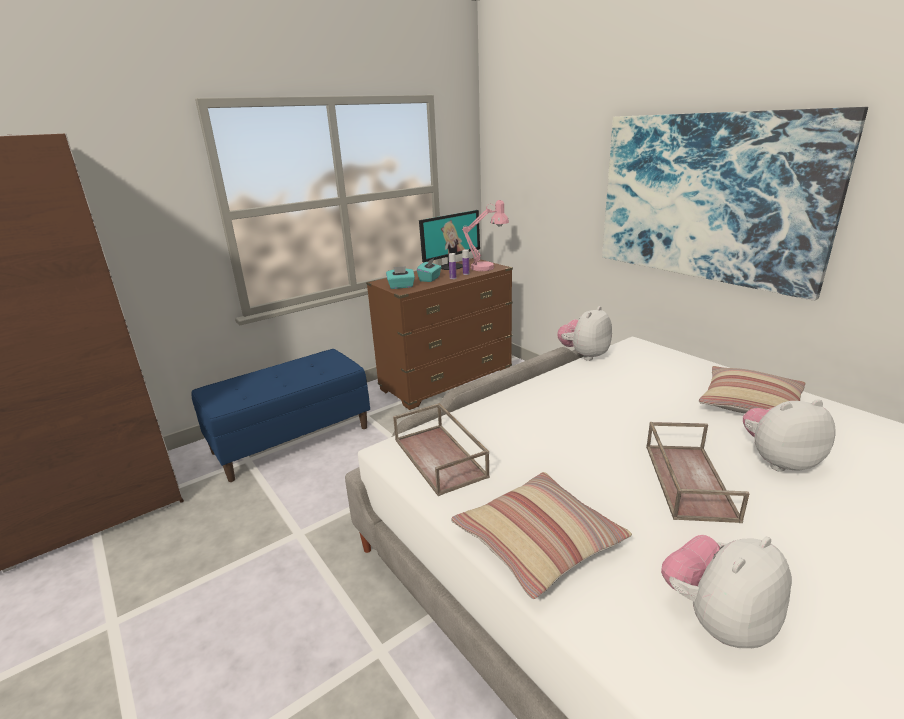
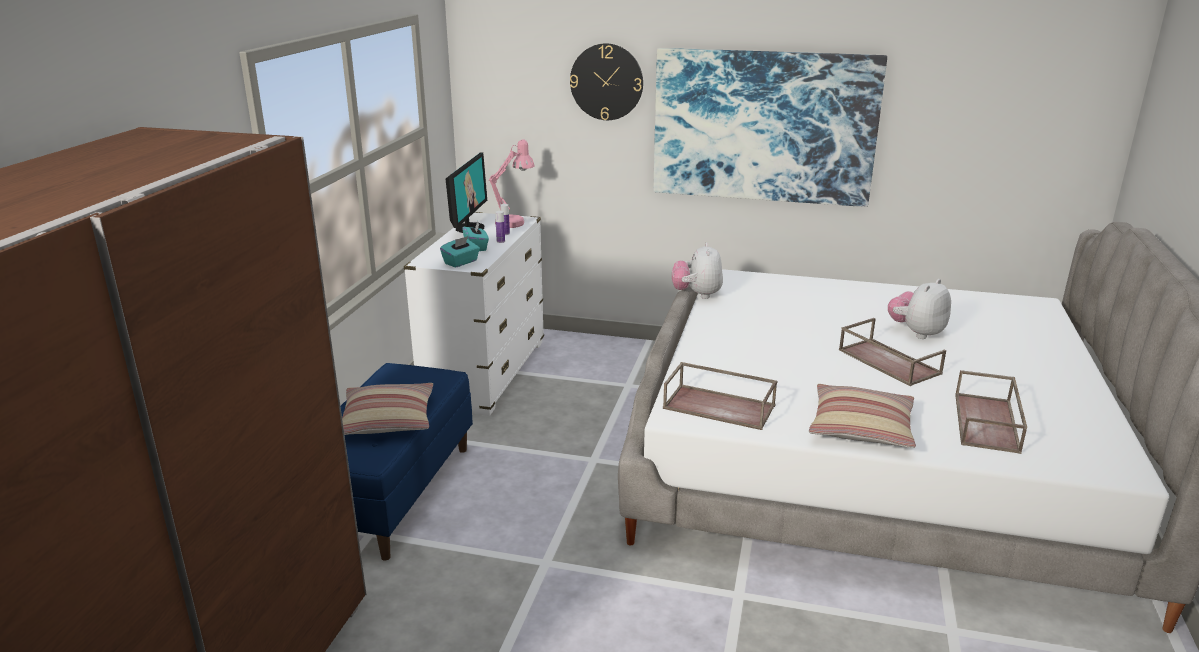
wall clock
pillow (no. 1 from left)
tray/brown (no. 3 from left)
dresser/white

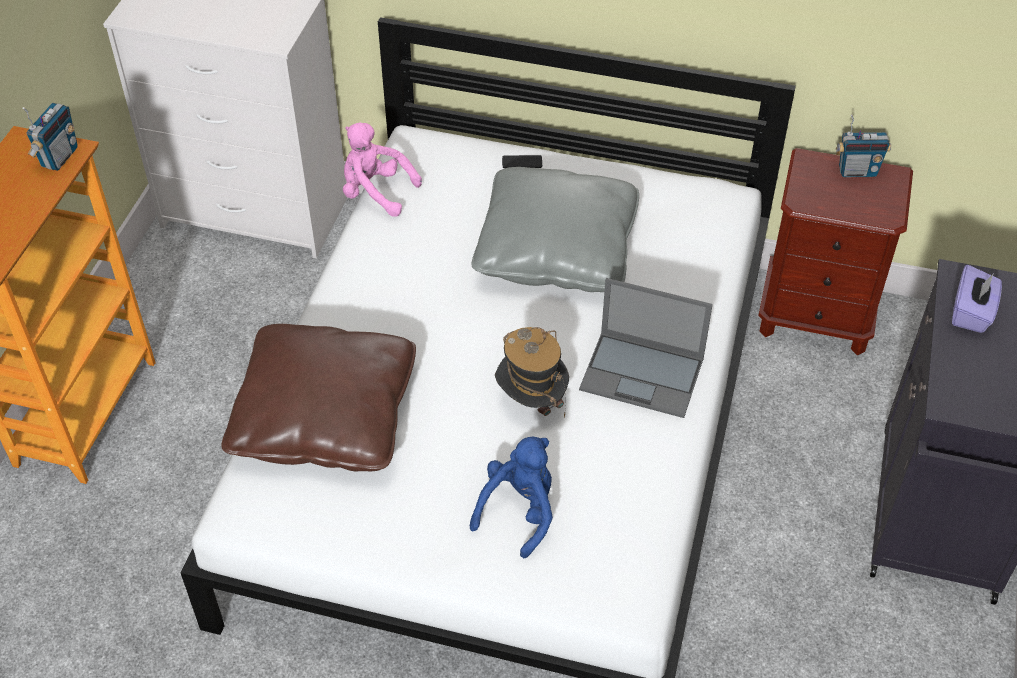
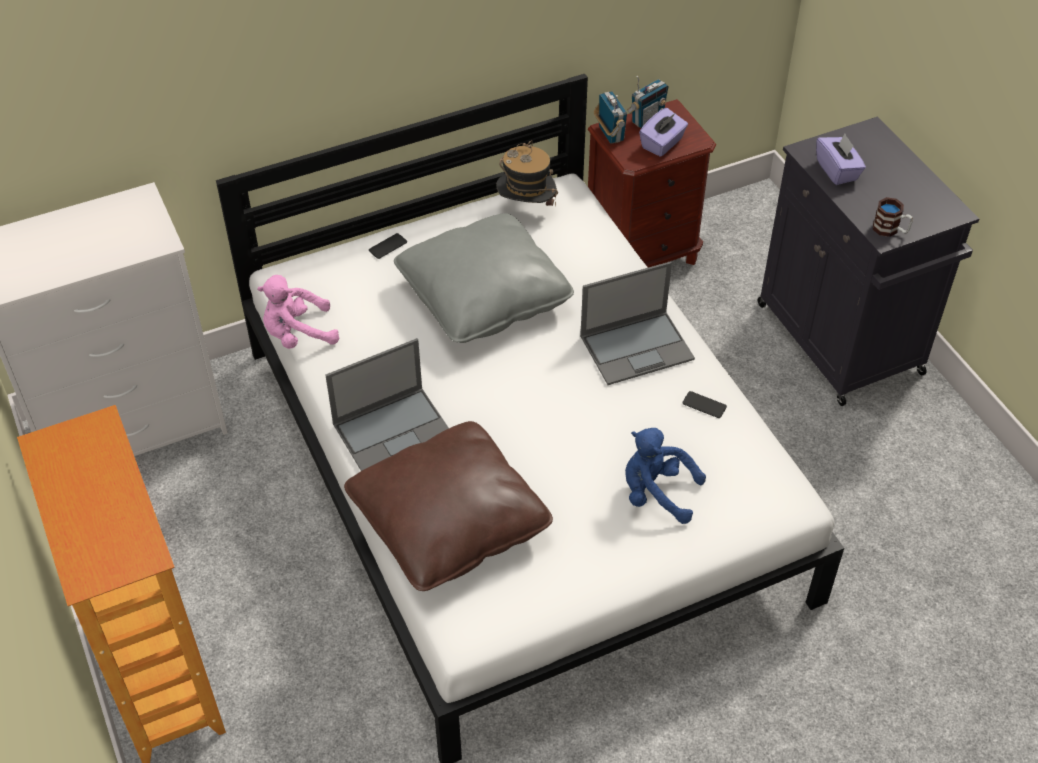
laptop (no. 1 from left)
tissue box/purple (no. 1 from left)
phone (no. 2 from left)
mug
radio (no. 1 from left)
hat
plush toy/blue

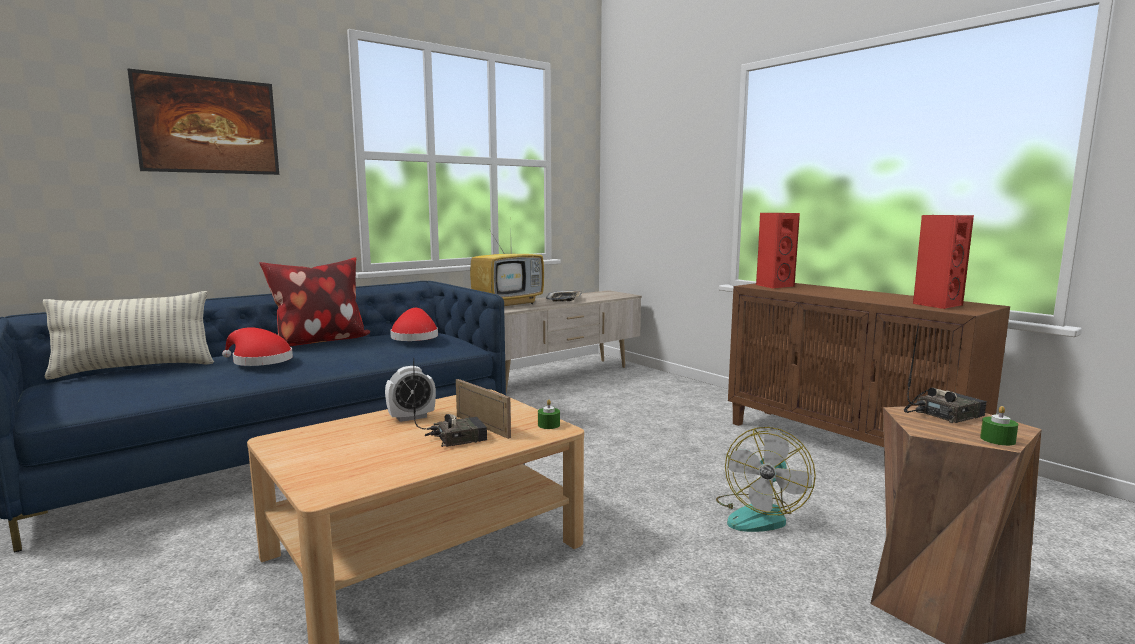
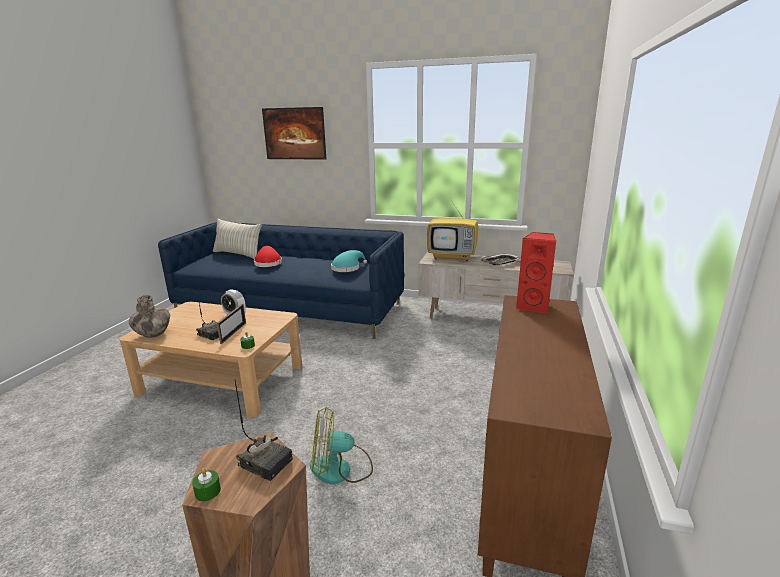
pillow (no. 2 from left in the first image)
speaker/red (no. 2 from left in the first image)
vase
hat/turquoise

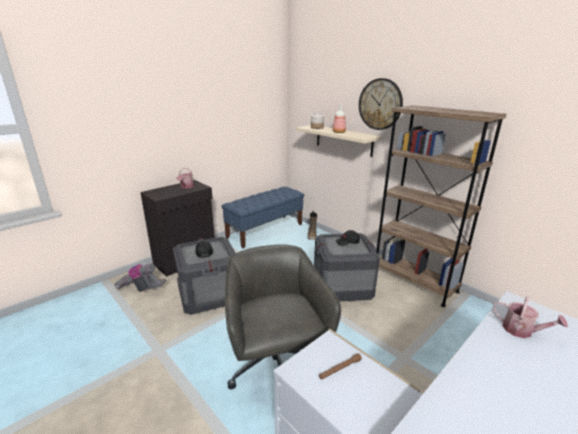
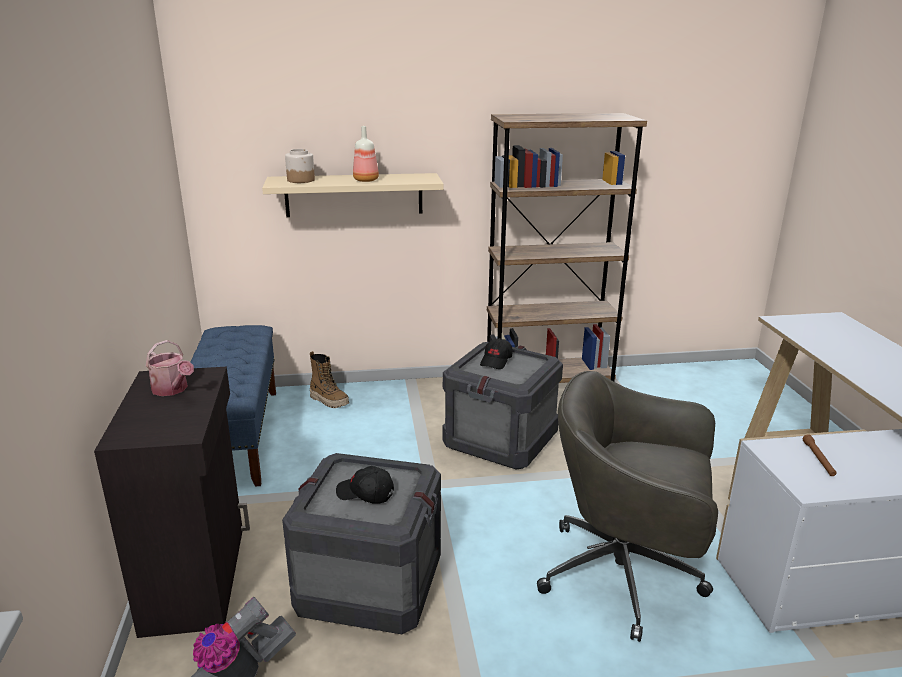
wall clock
watering can (no. 2 from left in the first image)

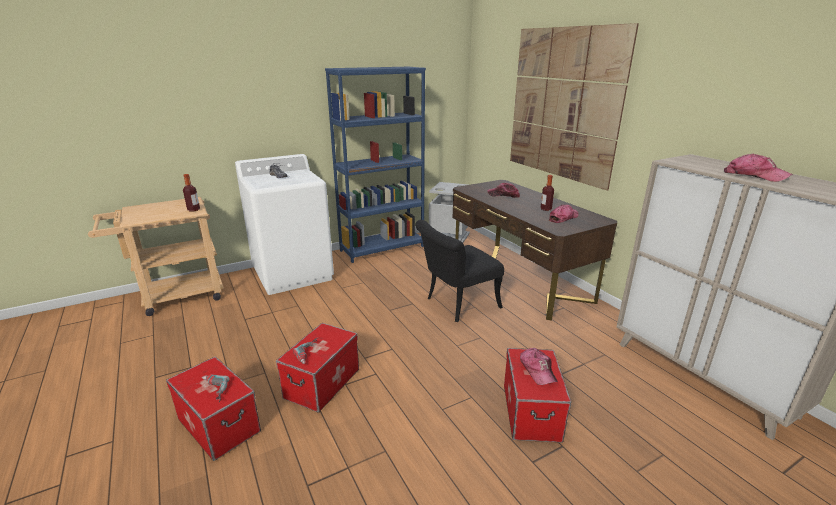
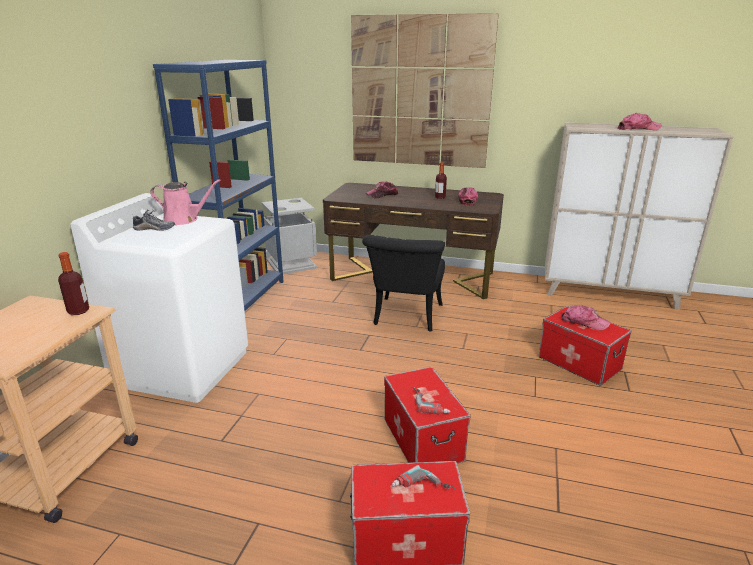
watering can/pink

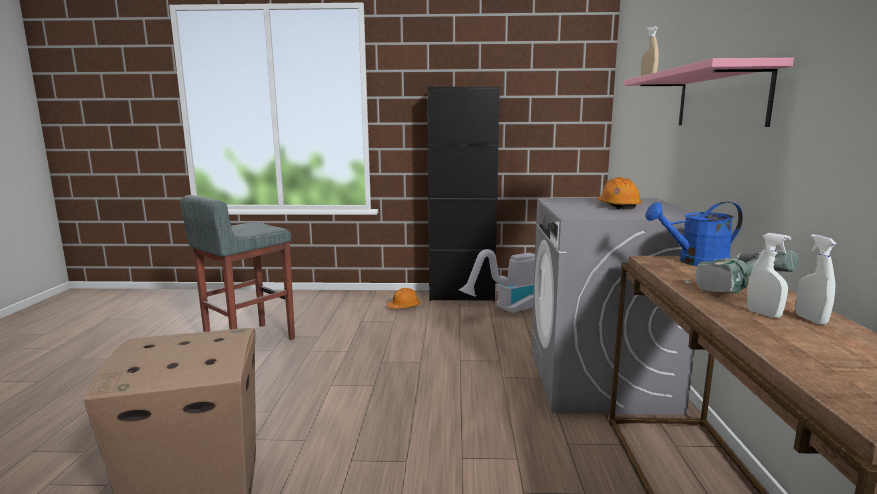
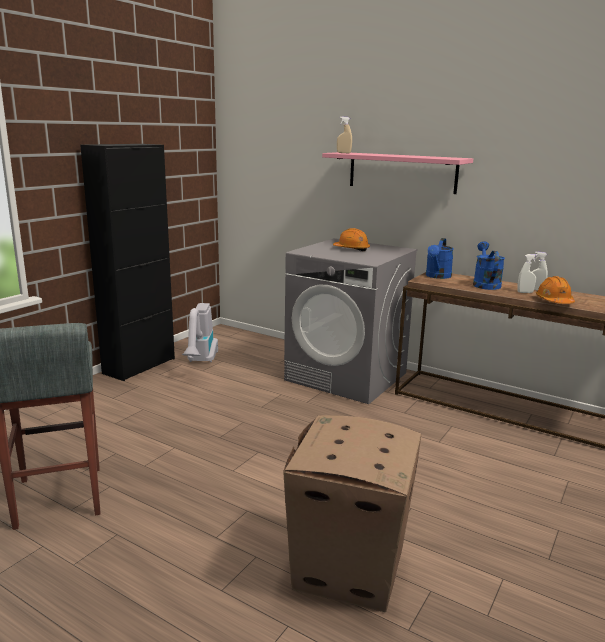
hard hat/orange (no. 2 from left)
watering can/blue (no. 2 from left)

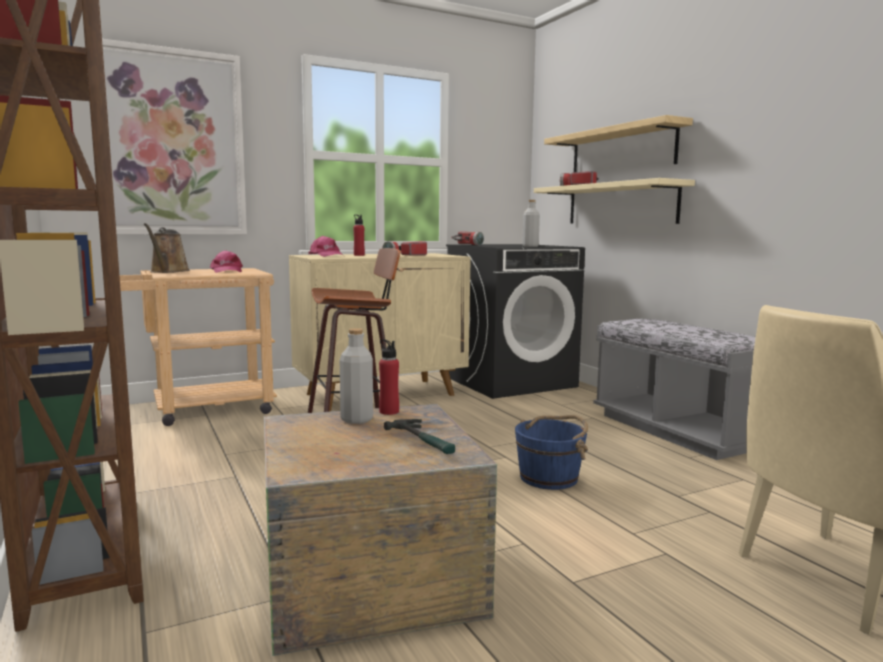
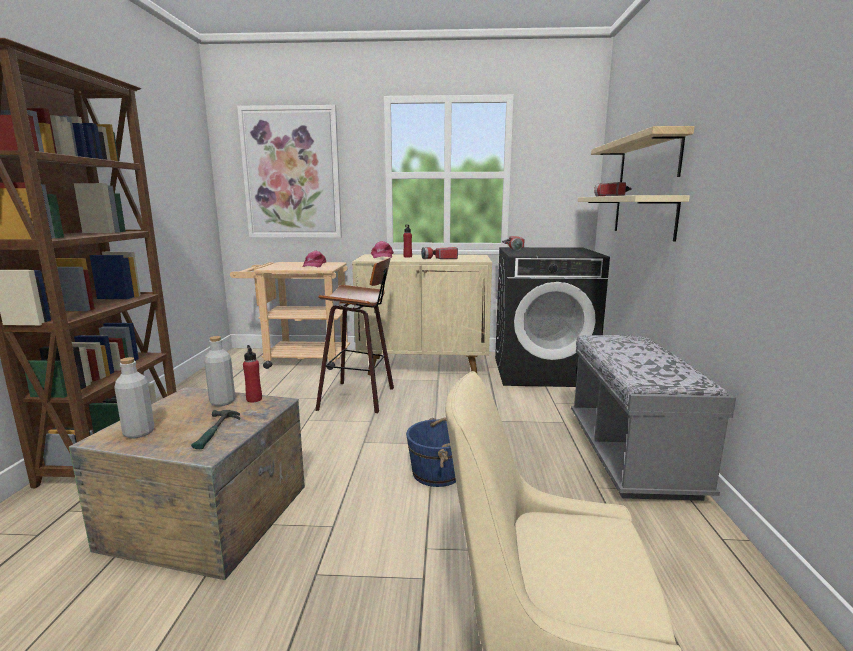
watering can/brown
bottle/grey (no. 1 from left)

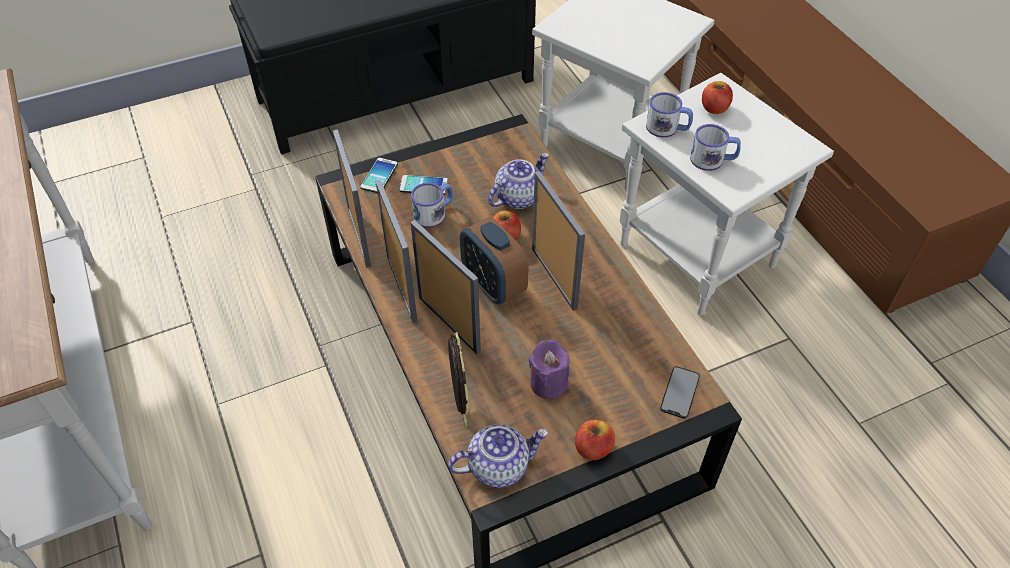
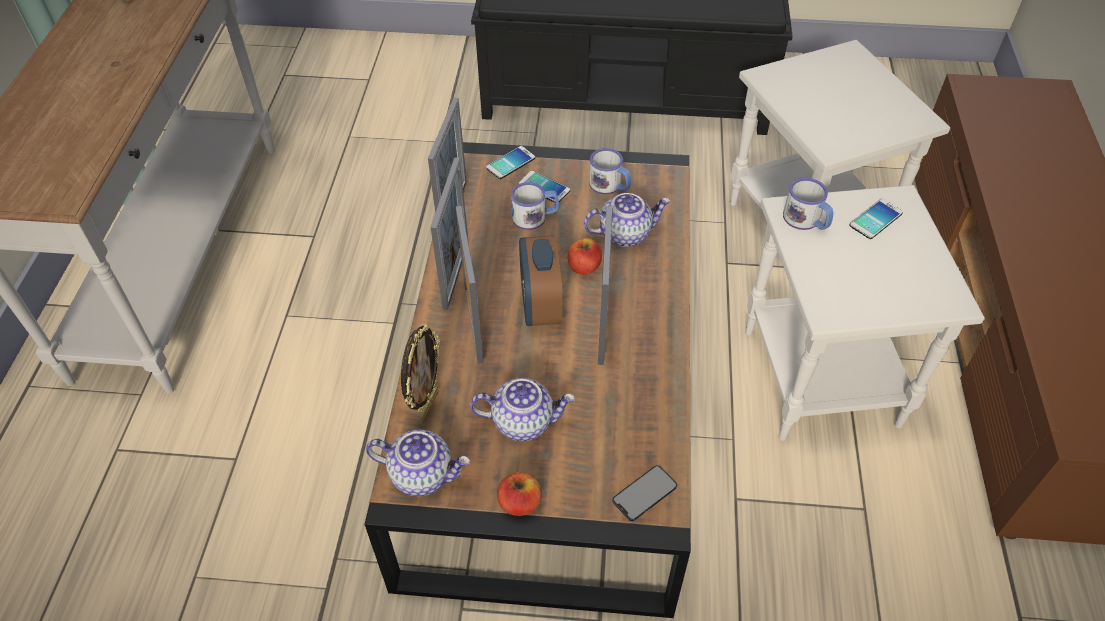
mug (no. 2 from left)
teapot (no. 2 from left)
phone (no. 4 from left)

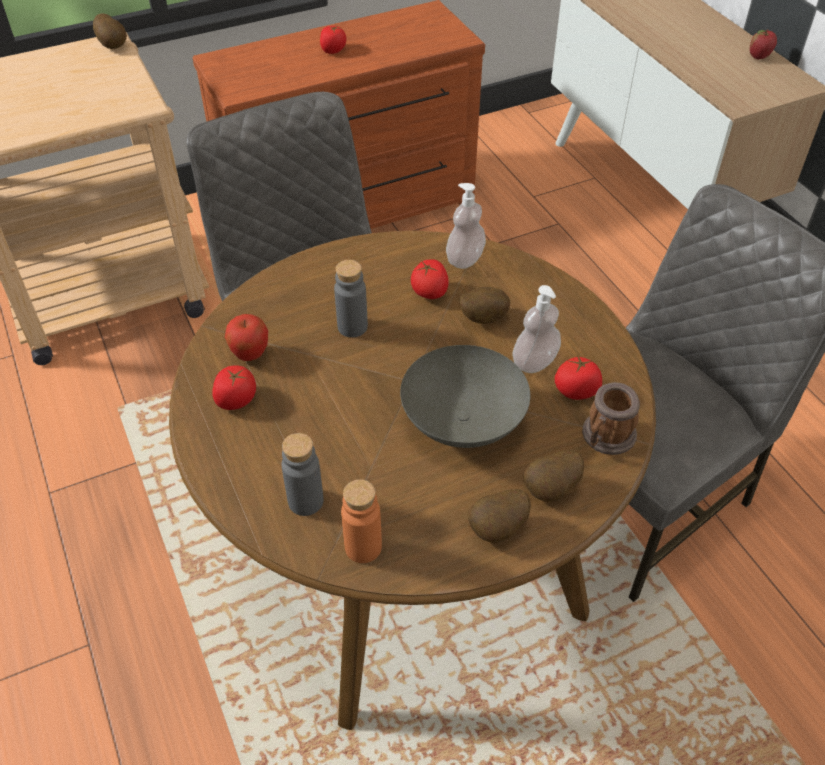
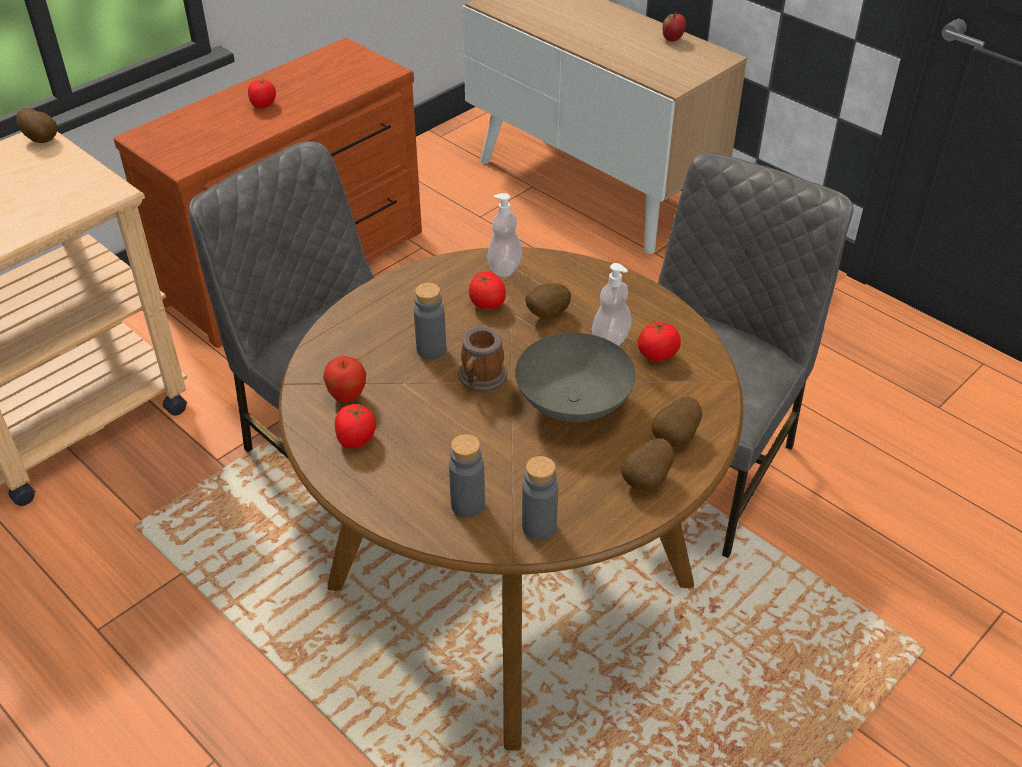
mug
bottle/grey (no. 3 from left)

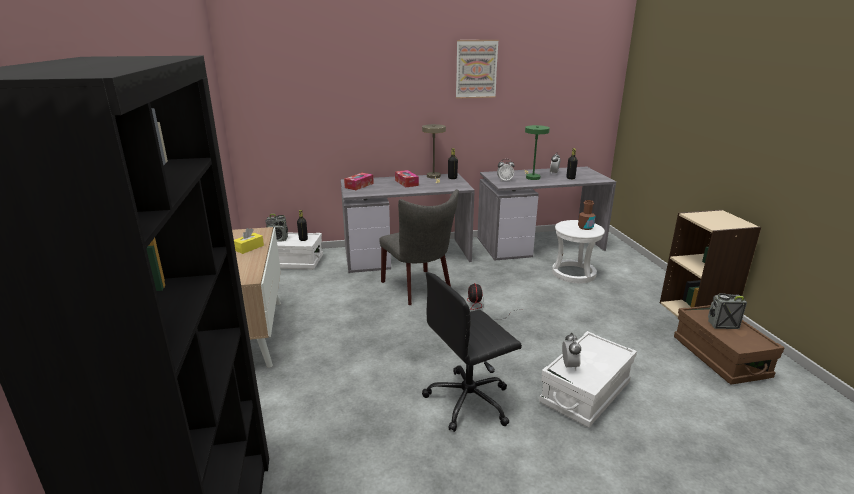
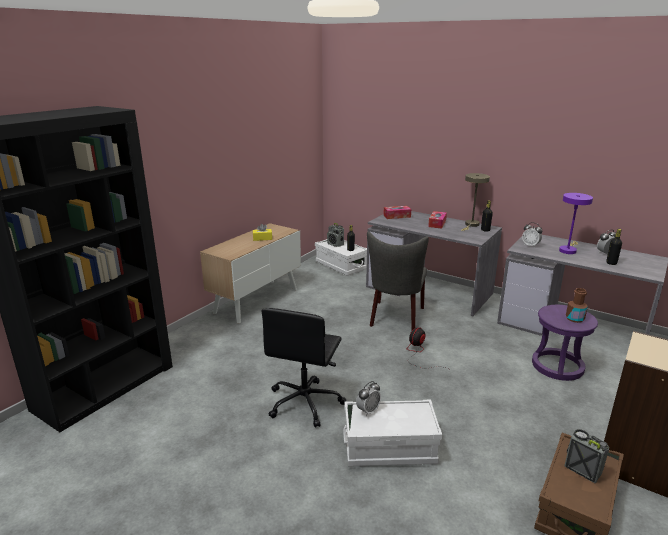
picture
table lamp/purple
stool/purple
office chair/black

